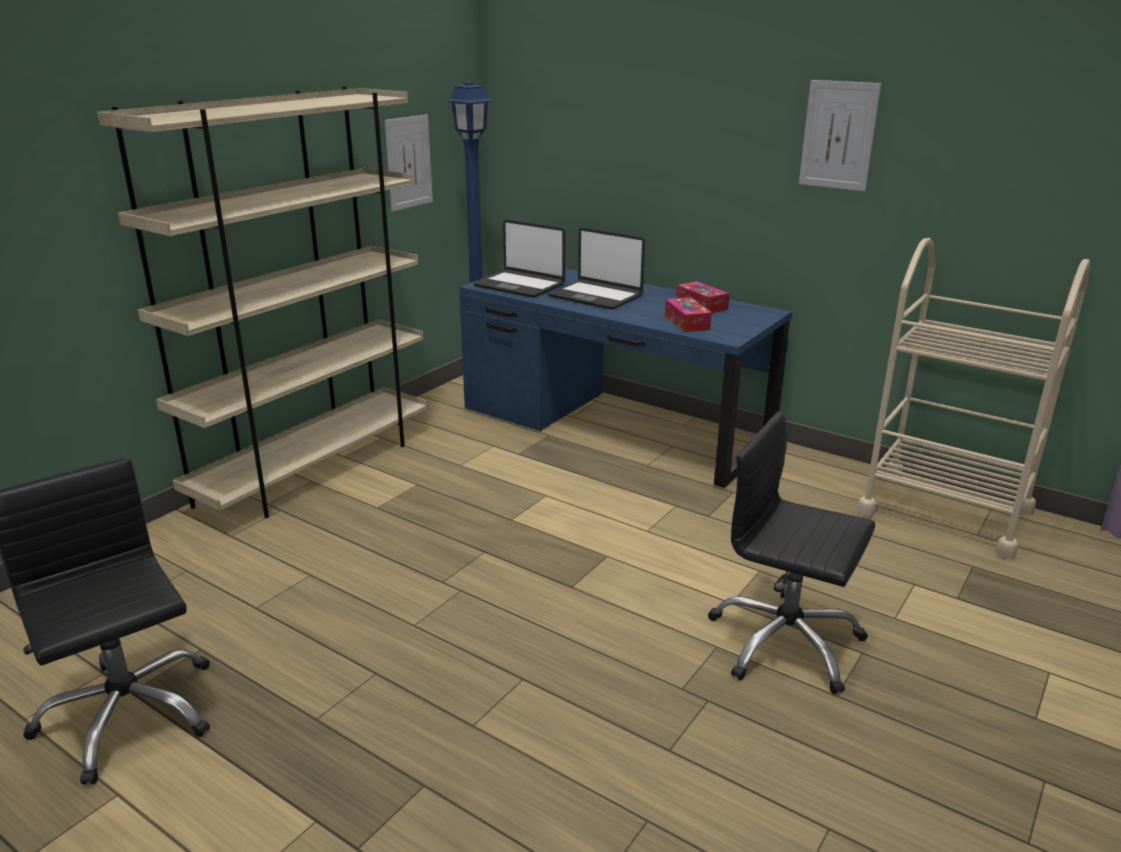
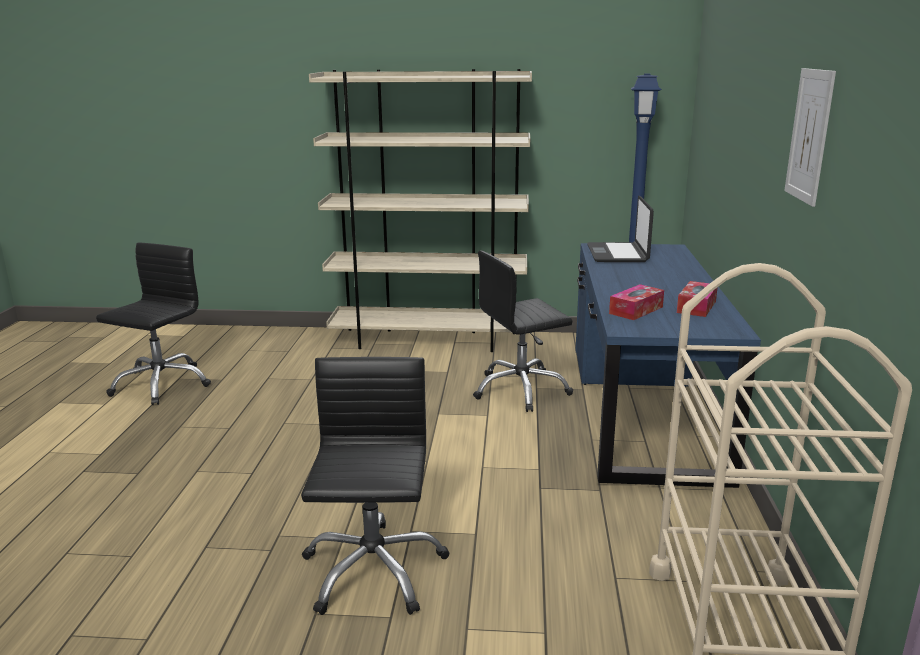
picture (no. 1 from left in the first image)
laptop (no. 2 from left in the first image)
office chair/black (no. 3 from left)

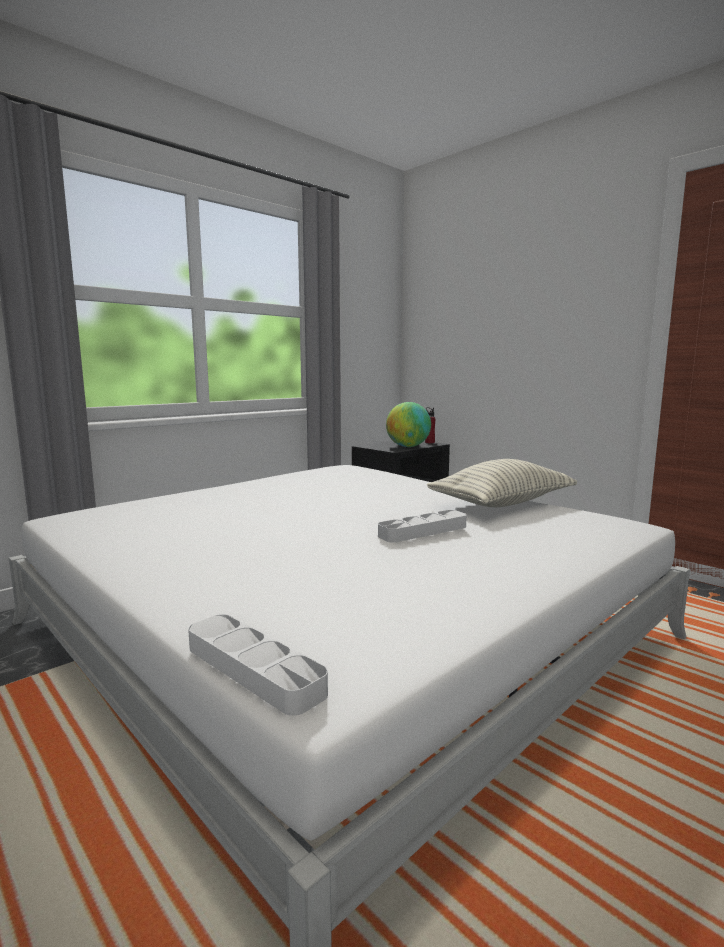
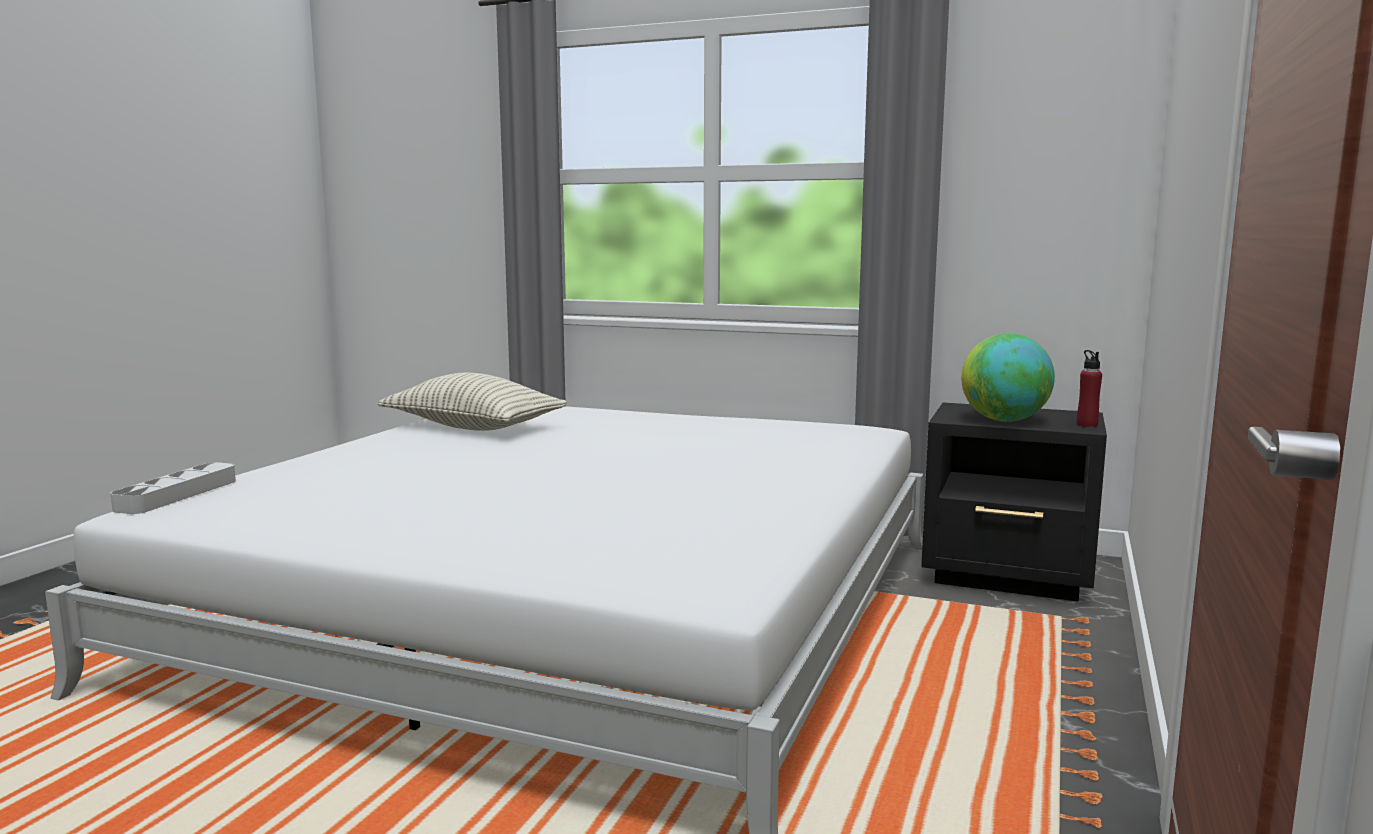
tray/grey (no. 2 from left in the first image)
pillow

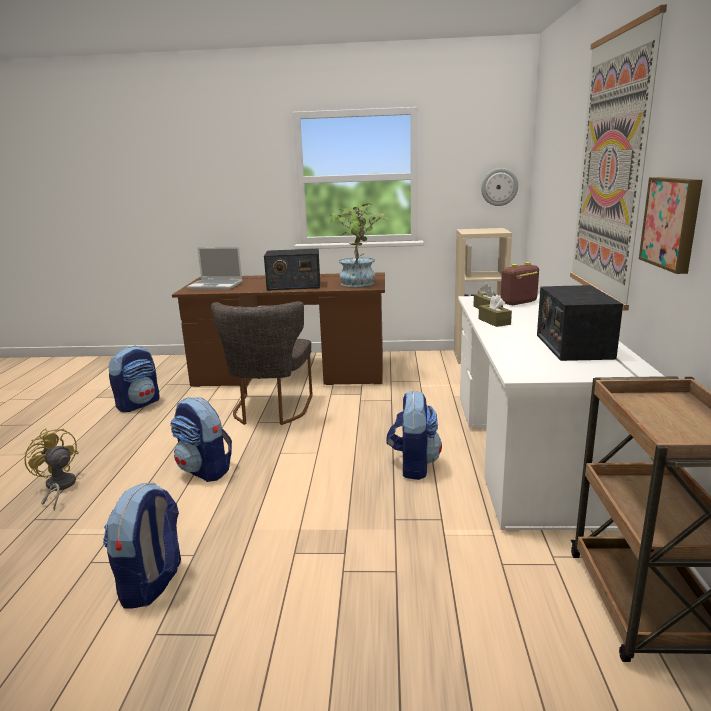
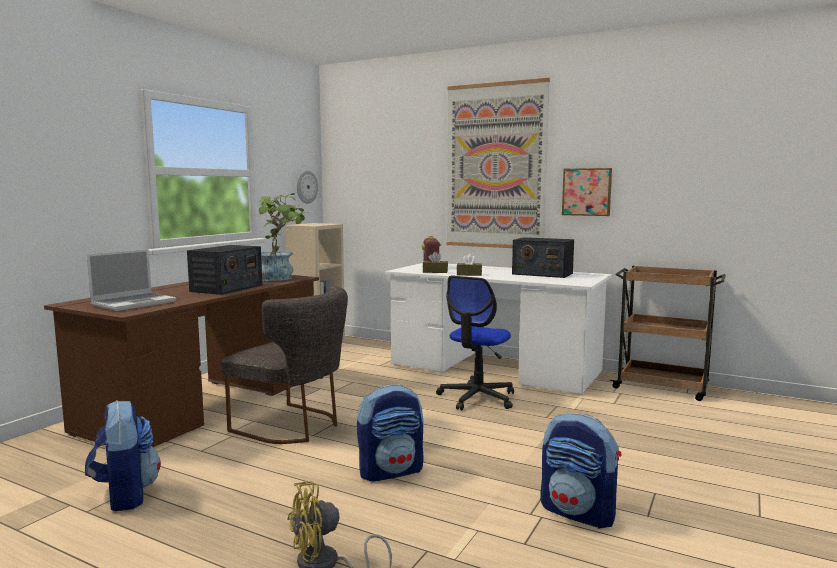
office chair

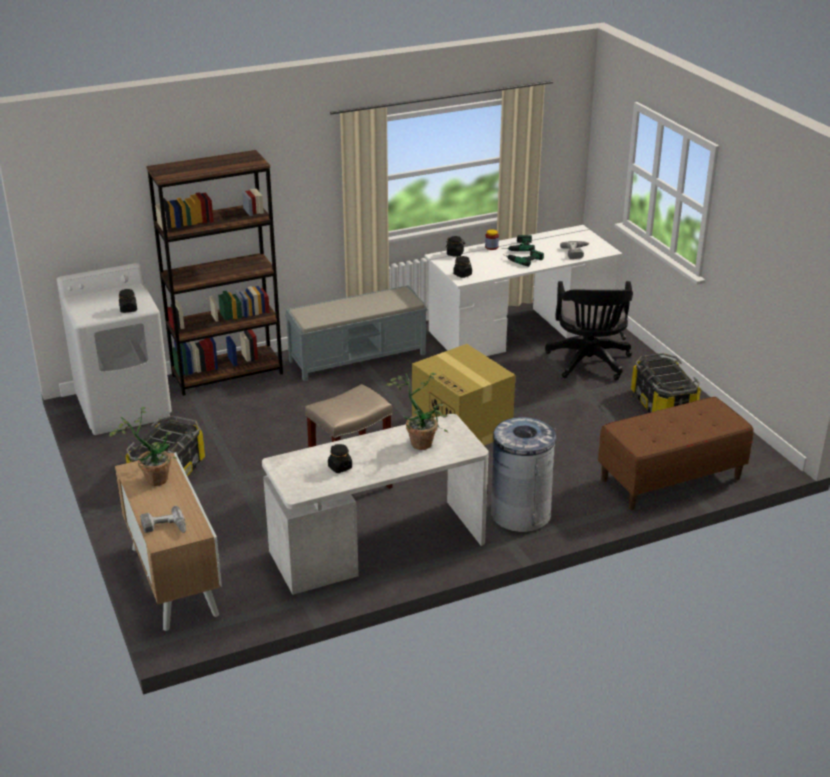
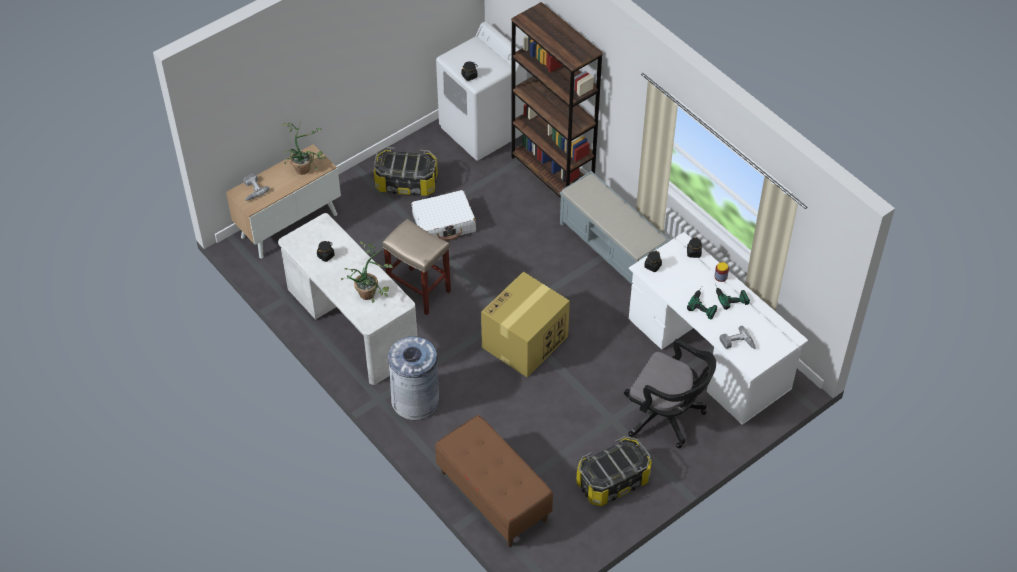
suitcase/white
office chair/black

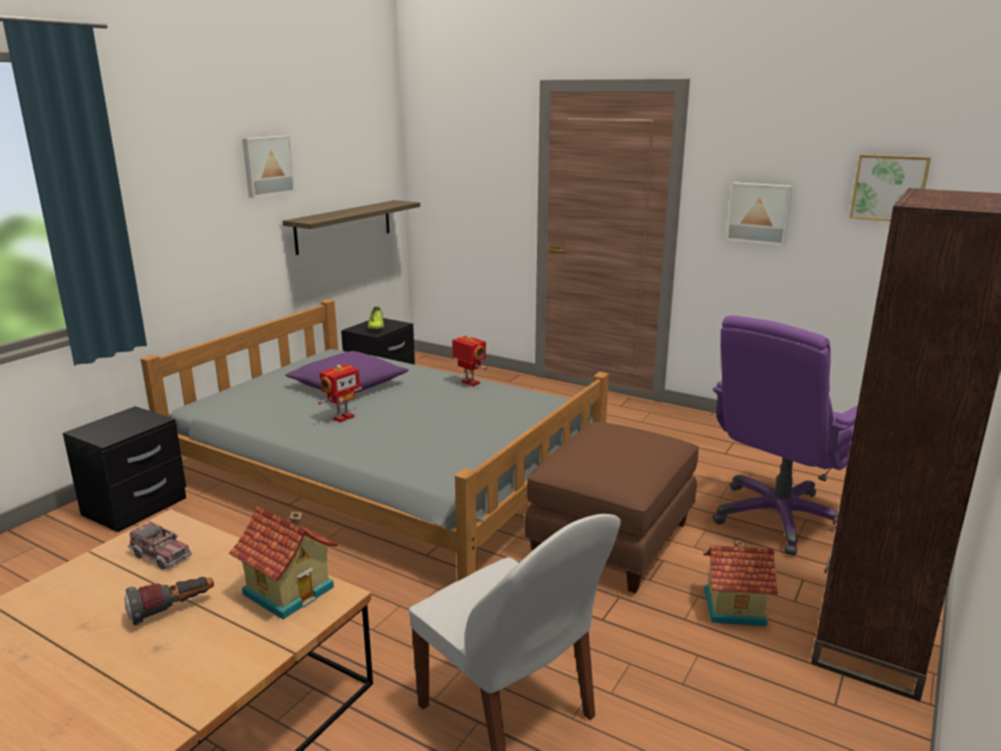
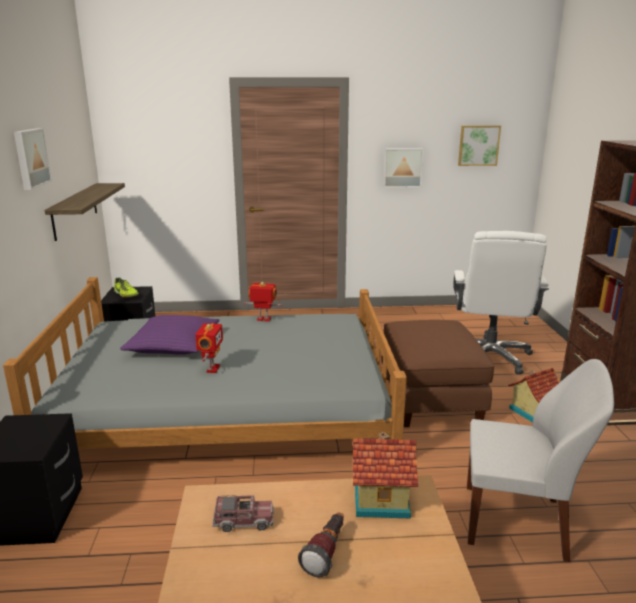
office chair/white

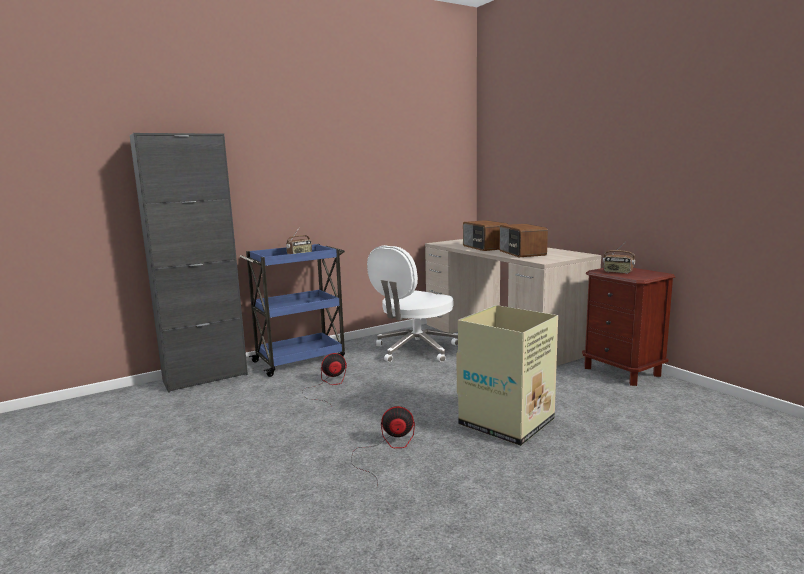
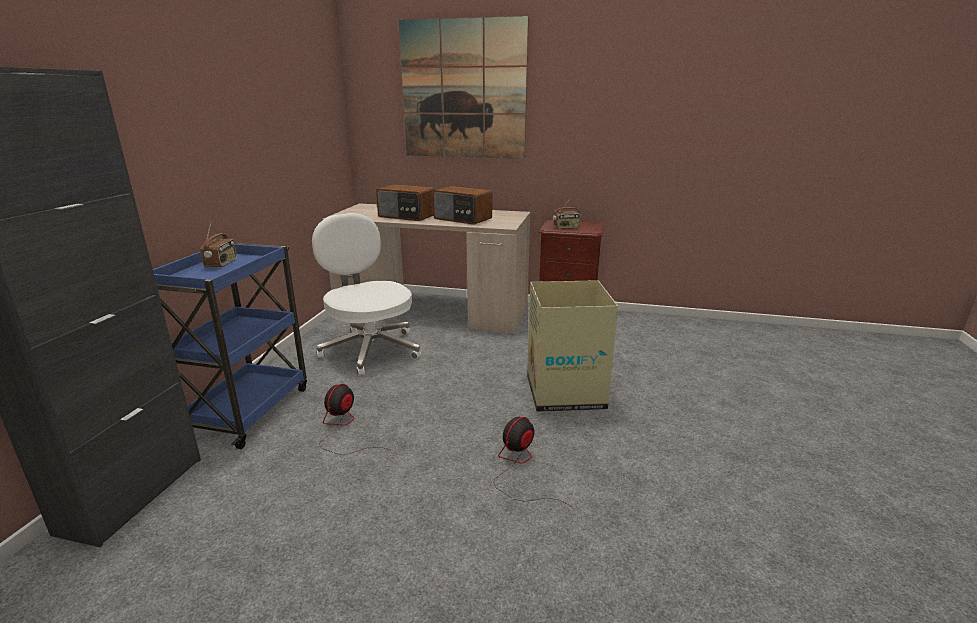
picture
office chair/white

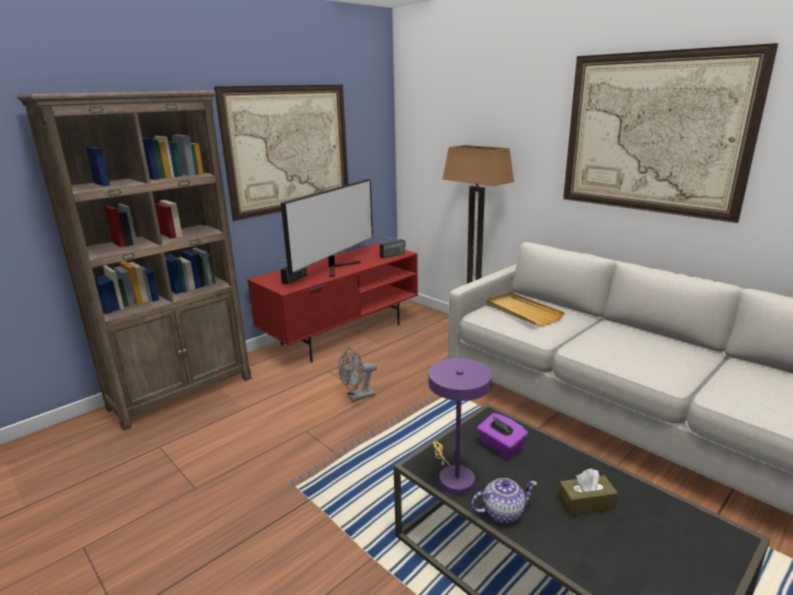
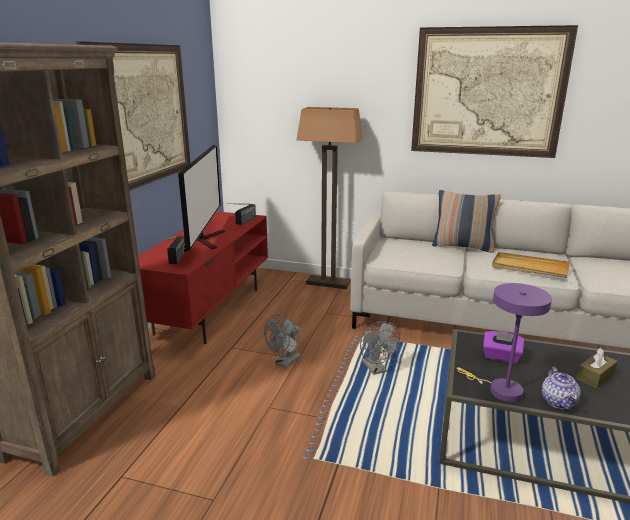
fan/grey (no. 2 from left)
pillow
tray/beige
teapot

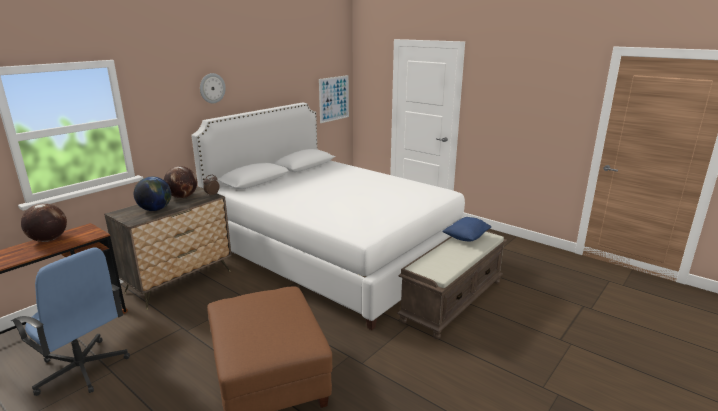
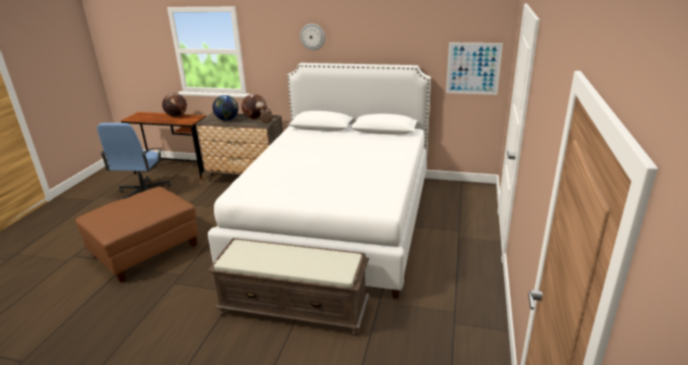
pillow/blue

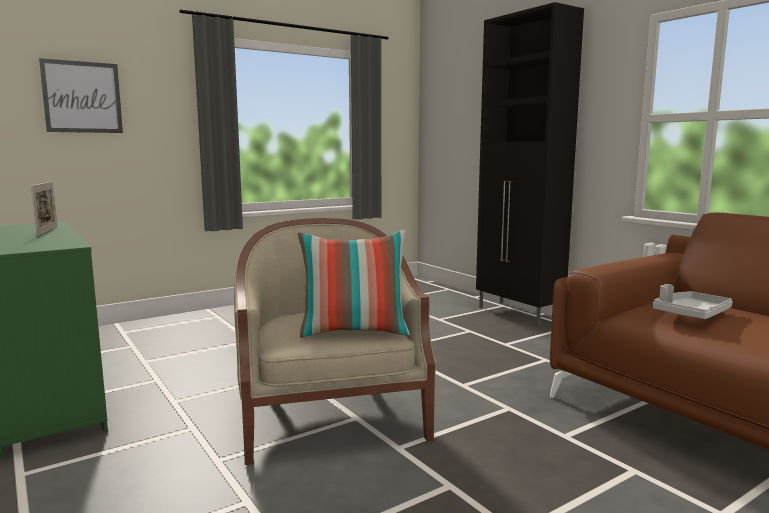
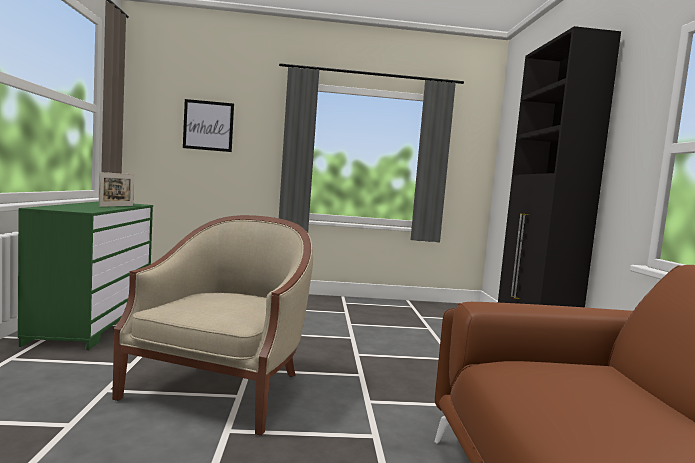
pillow
tray/grey

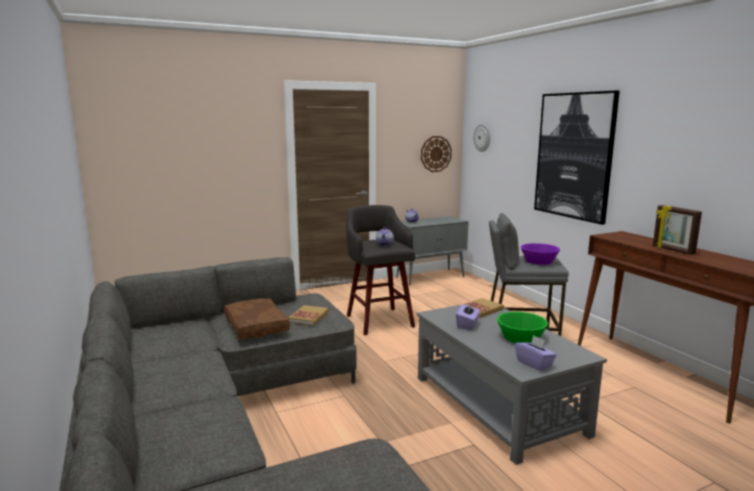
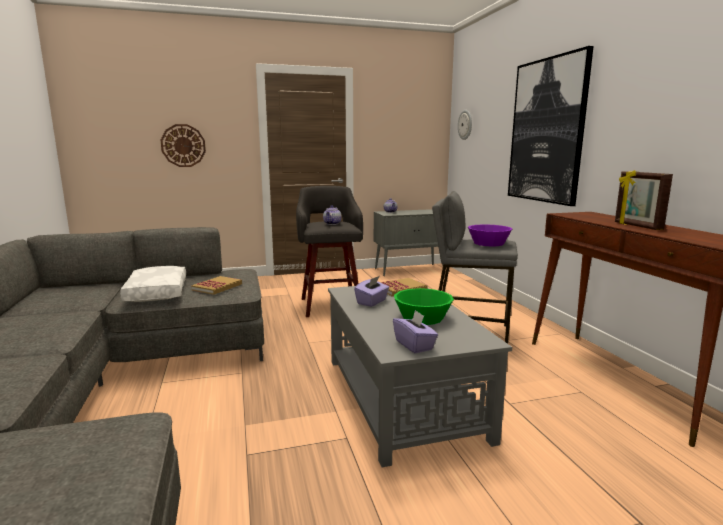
wall clock (no. 1 from left)
pillow/white

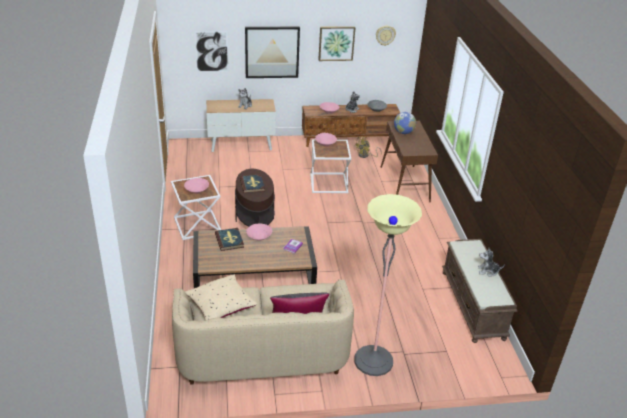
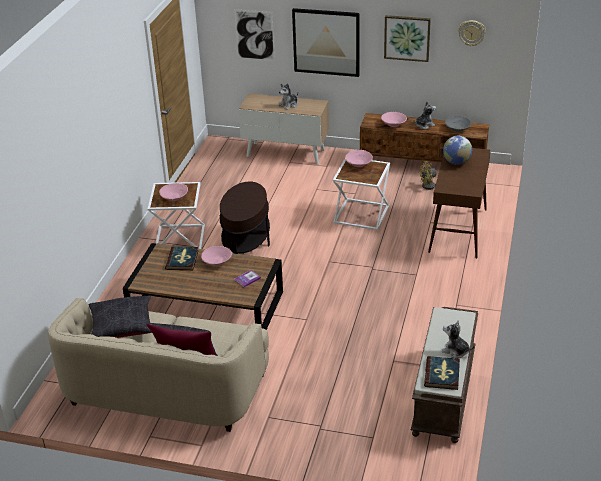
floor lamp
book (no. 3 from left)
pillow/black (no. 1 from left)

